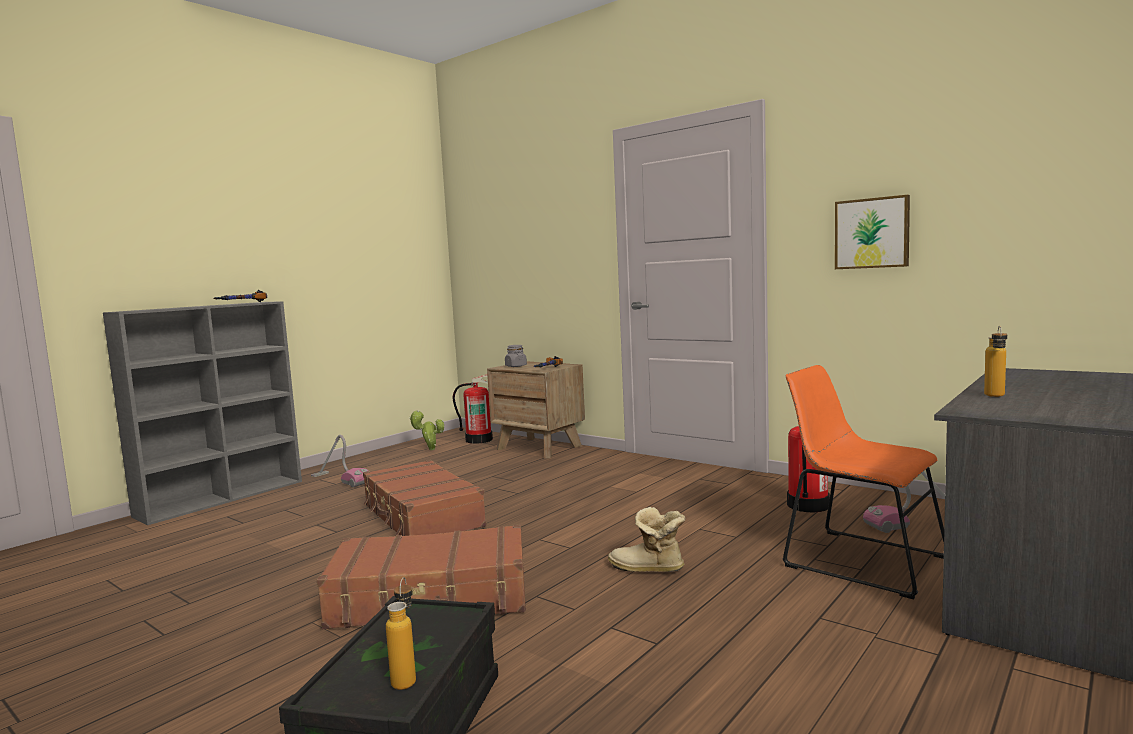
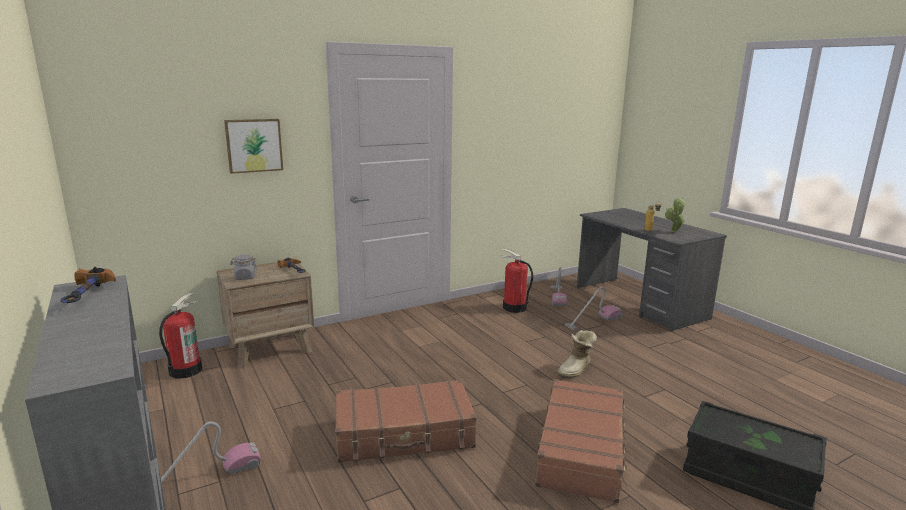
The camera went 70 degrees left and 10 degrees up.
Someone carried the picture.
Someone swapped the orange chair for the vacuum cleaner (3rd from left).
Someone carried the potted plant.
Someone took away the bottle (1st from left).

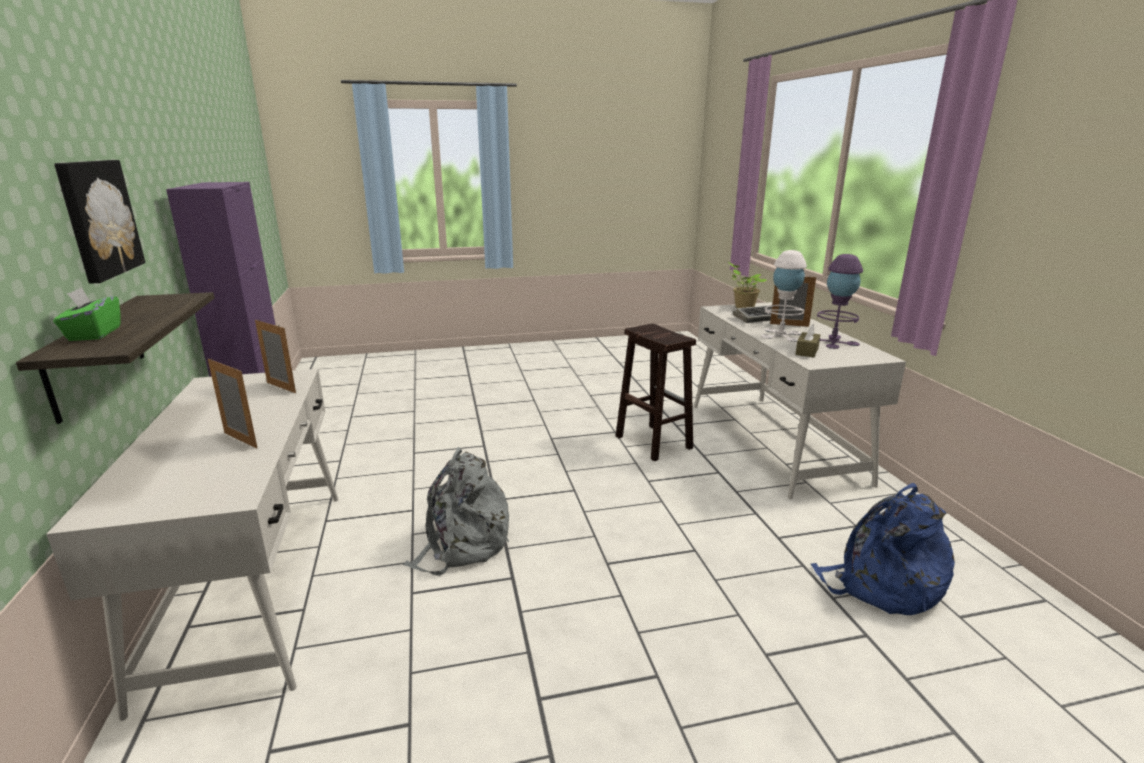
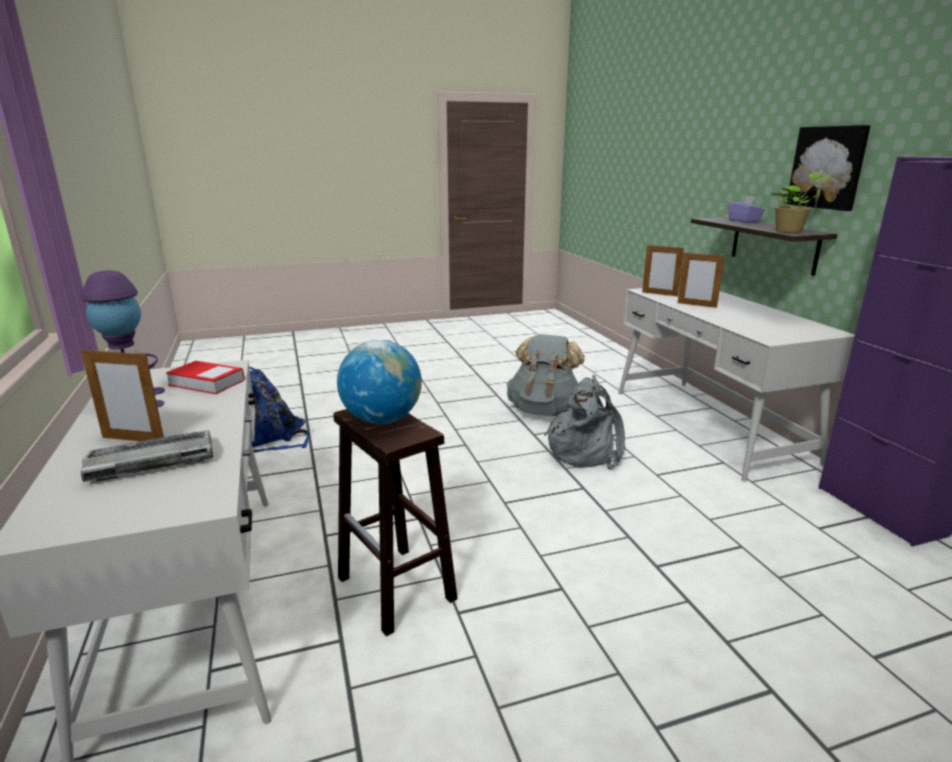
The camera went 175 degrees right and 0 degrees up.
Someone took away the white table lamp.
Someone carried the potted plant.
Someone repainted the green tissue box, which became the purple tissue box.
Someone carried the picture frame (2nd from left).
Someone swapped the brown tissue box for the book.
Someone put down the grey backpack (1st from left).
Someone put down the globe.

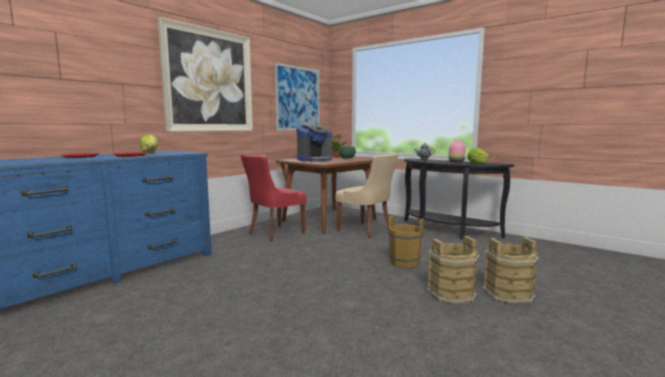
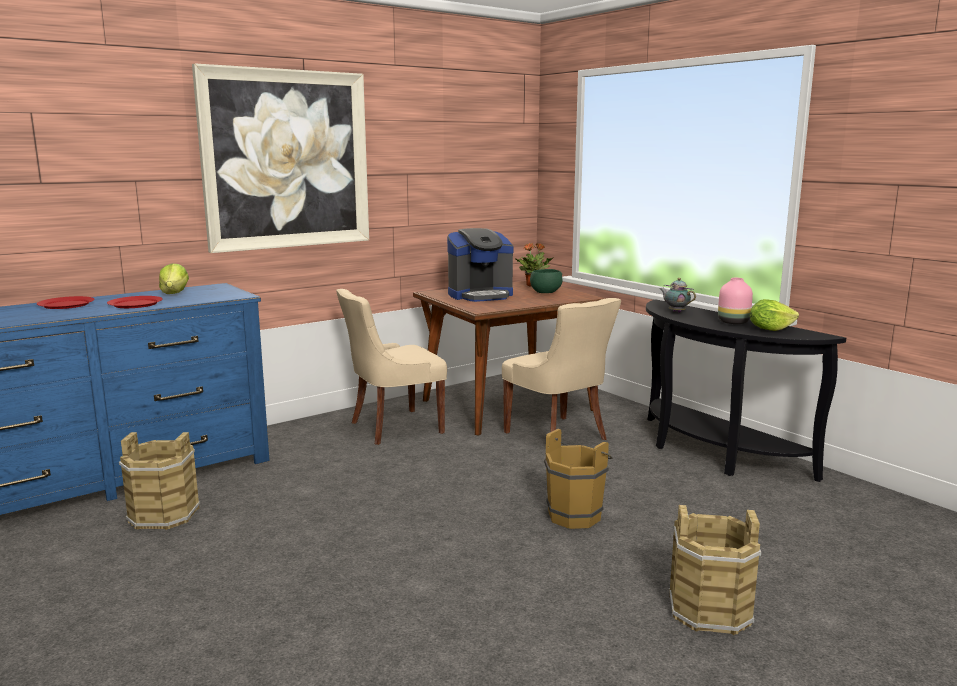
The camera went 15 degrees right and 5 degrees up.
Someone took away the picture (2nd from left).
Someone repainted the red chair, which became the beige chair (1st from left).
Someone carried the brown bucket (2nd from left in the first image).

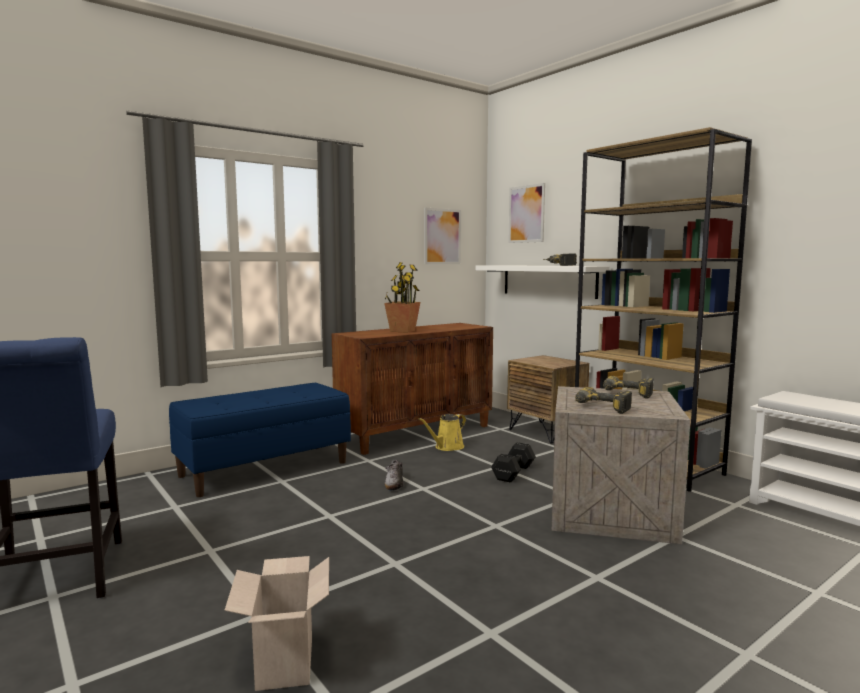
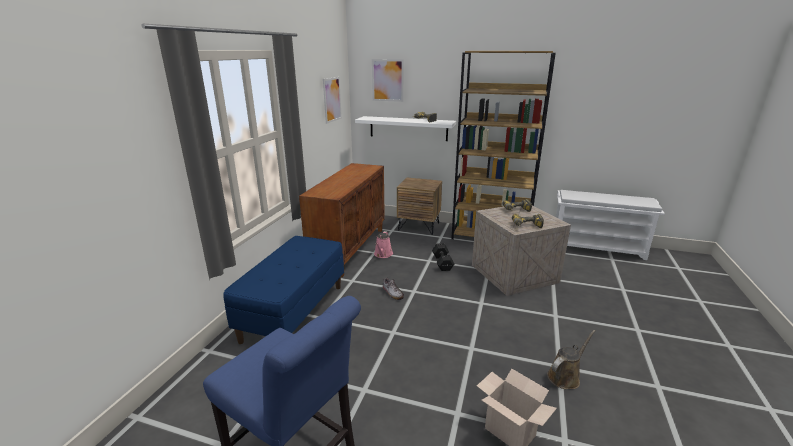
The camera went 35 degrees left and 15 degrees up.
Someone took away the potted plant.
Someone repainted the yellow watering can, which became the pink watering can.
Someone put down the brown watering can.

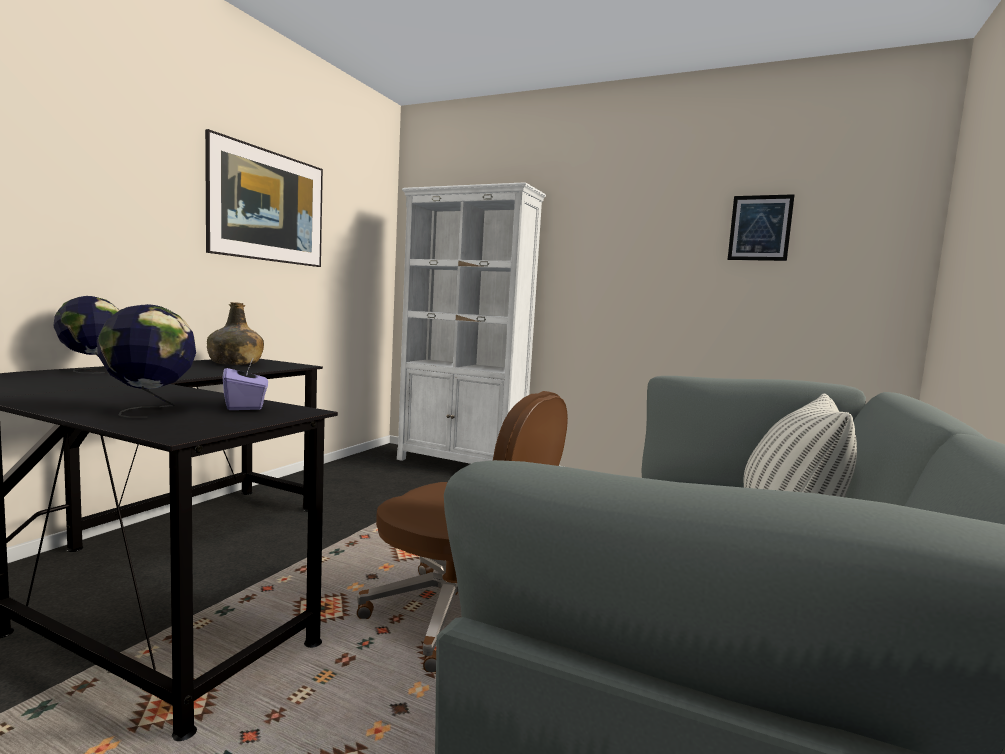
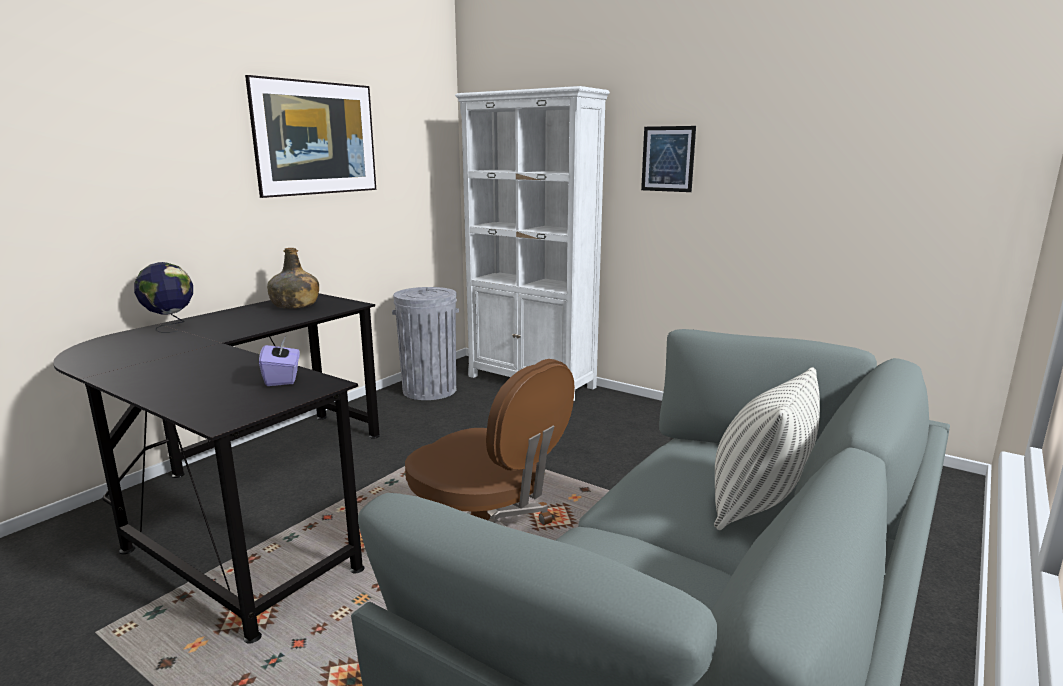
The camera went 10 degrees right and 10 degrees up.
Someone carried the picture (2nd from left).
Someone took away the globe (2nd from left).
Someone put down the grey trash can.

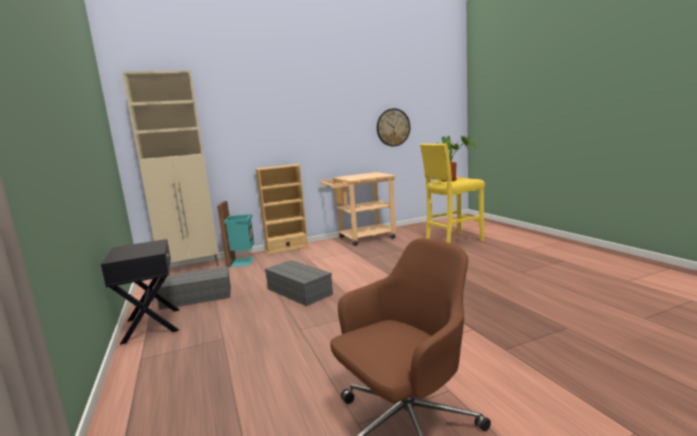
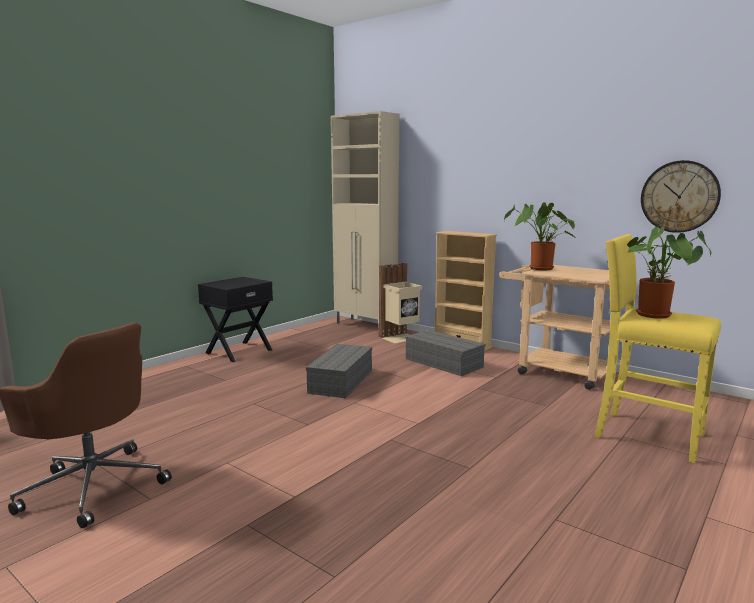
The camera went 60 degrees right and 0 degrees up.
Someone repainted the turquoise trash can, which became the beige trash can.
Someone carried the grey storage box (1st from left in the first image).
Someone put down the potted plant (1st from left).

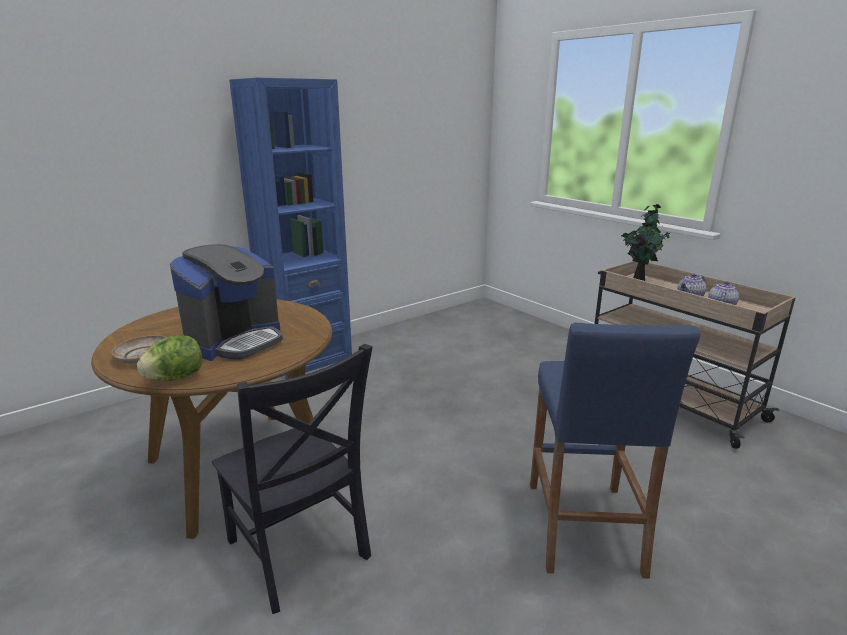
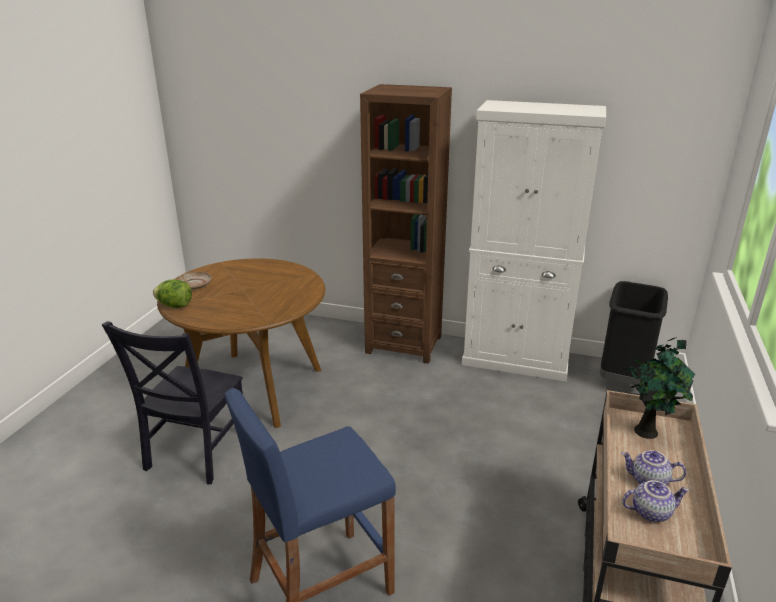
The camera went 55 degrees right and 5 degrees up.
Someone repainted the blue bookcase, which became the brown bookcase.
Someone took away the coffee machine.
Someone put down the white cabinet.
Someone put down the black trash can.

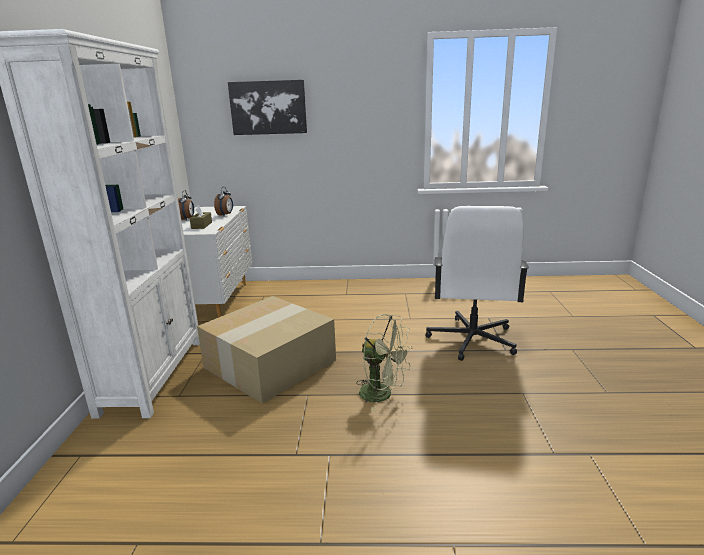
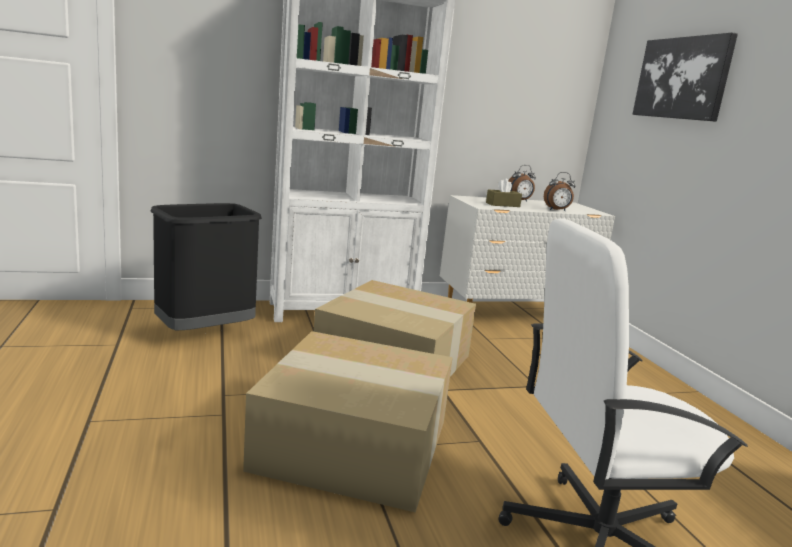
The camera went 70 degrees right and 5 degrees down.
Someone swapped the green fan for the cardboard box (1st from left).
Someone put down the black trash can.

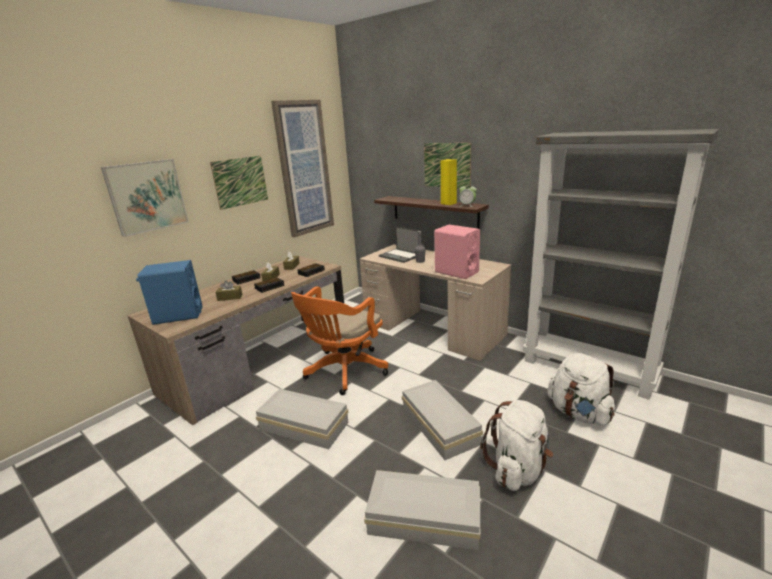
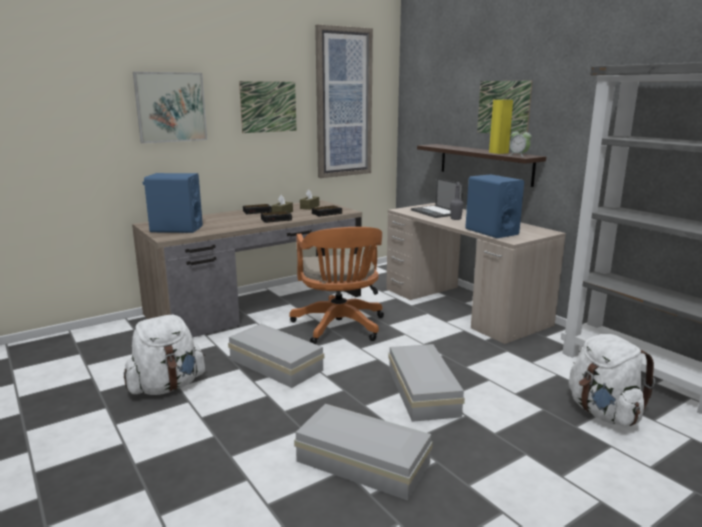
The camera went 15 degrees right and 5 degrees down.
Someone repainted the pink speaker, which became the blue speaker (2nd from left).
Someone took away the brown tissue box (1st from left).
Someone rotated the orange office chair by 60 degrees counterclockwise.
Someone carried the white backpack (1st from left).

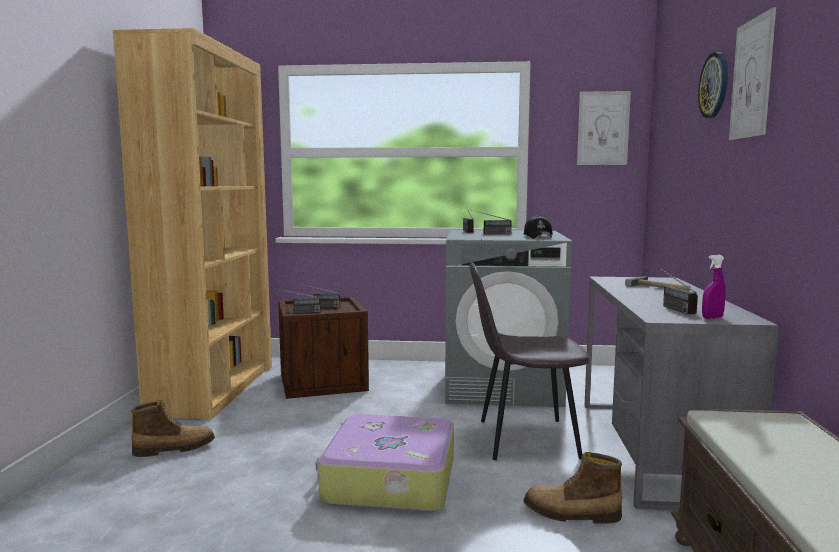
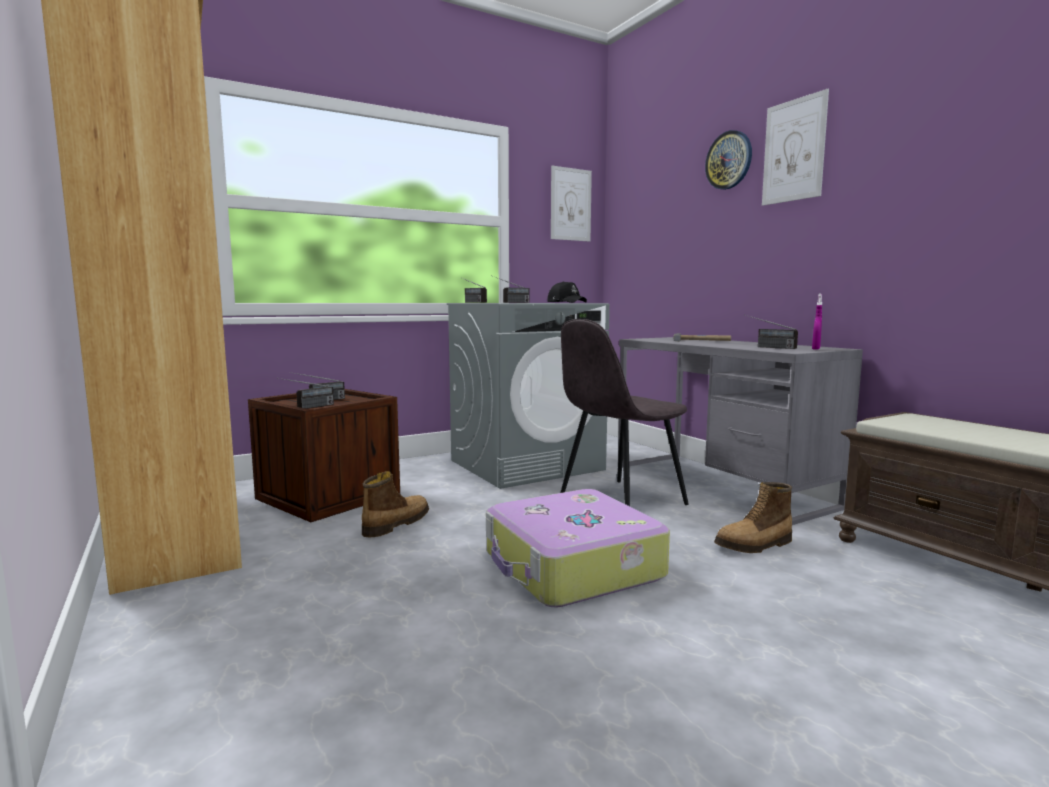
The camera went 35 degrees left and 0 degrees up.
Someone carried the boot (1st from left).

